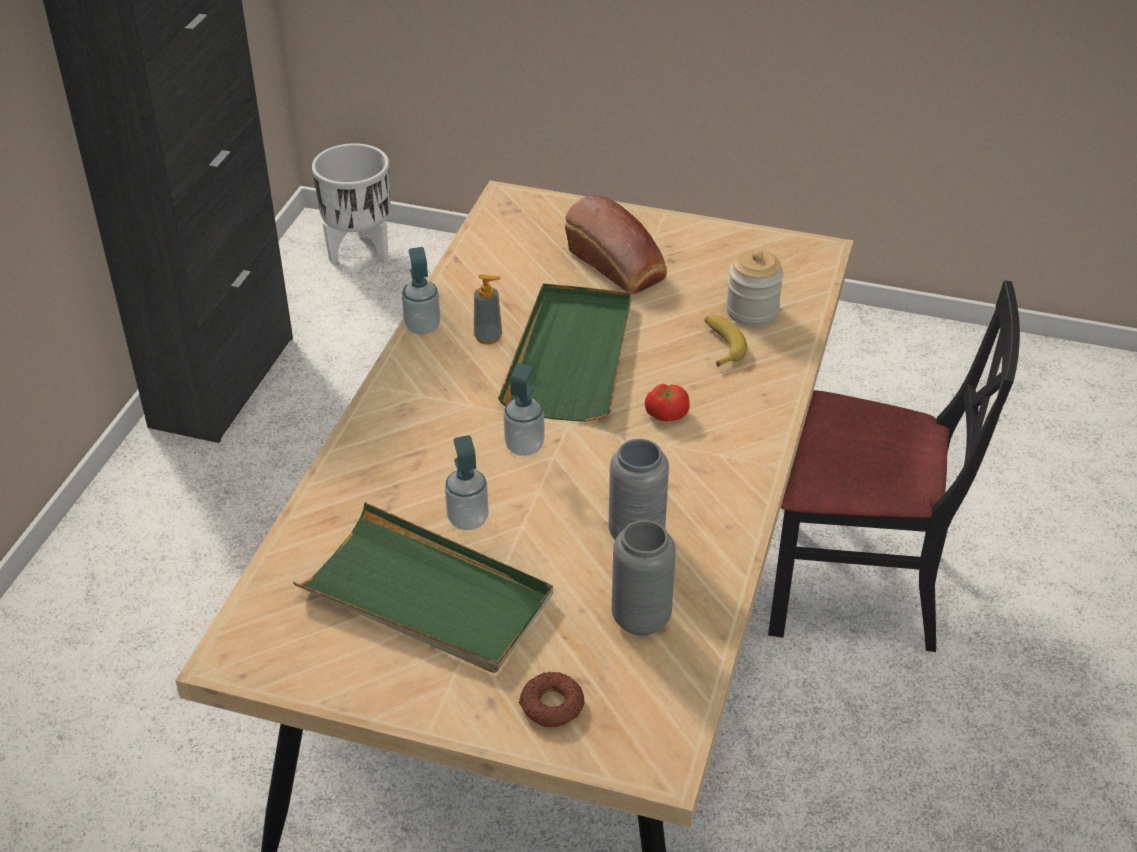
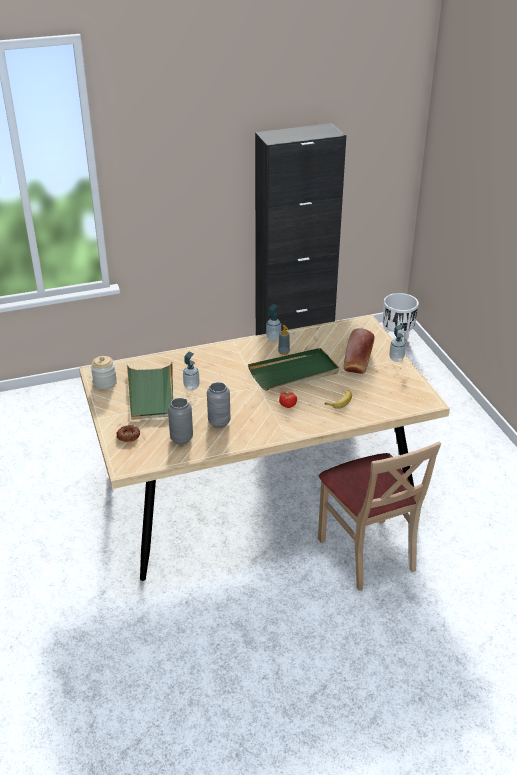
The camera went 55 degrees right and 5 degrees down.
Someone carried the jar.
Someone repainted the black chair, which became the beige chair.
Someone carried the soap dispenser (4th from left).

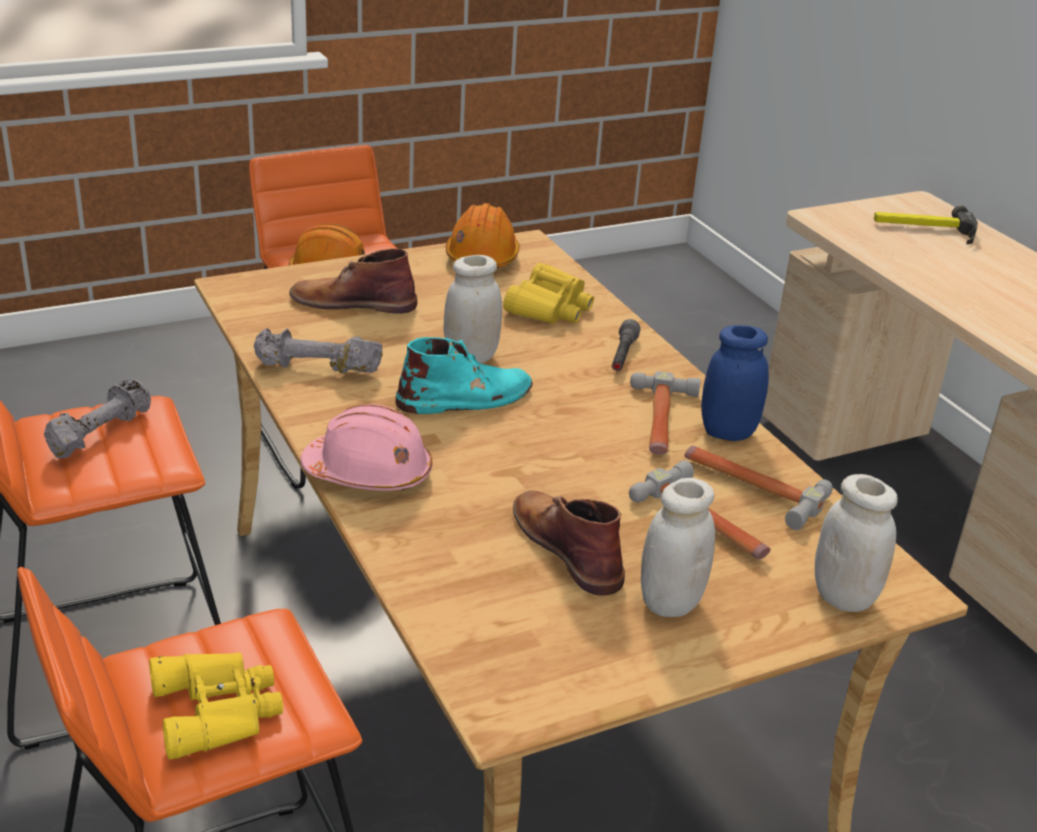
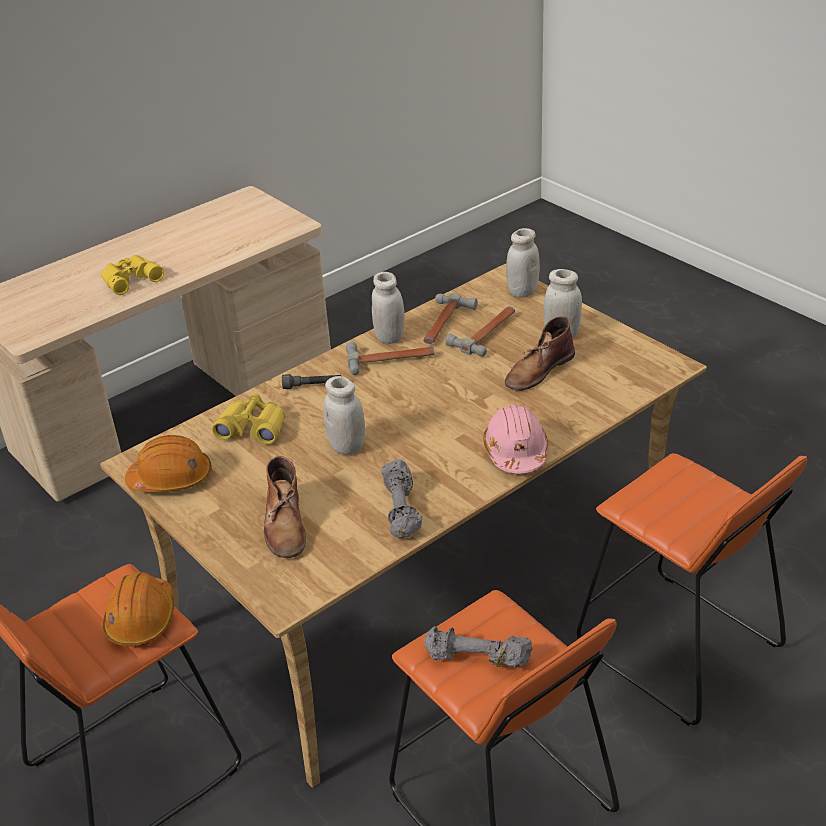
The camera went 100 degrees left and 5 degrees up.
Someone took away the hammer (4th from left).
Someone repainted the blue jar, which became the white jar (2nd from left).
Someone took away the turquoise boot.
Someone carried the yellow binoculars (1st from left).

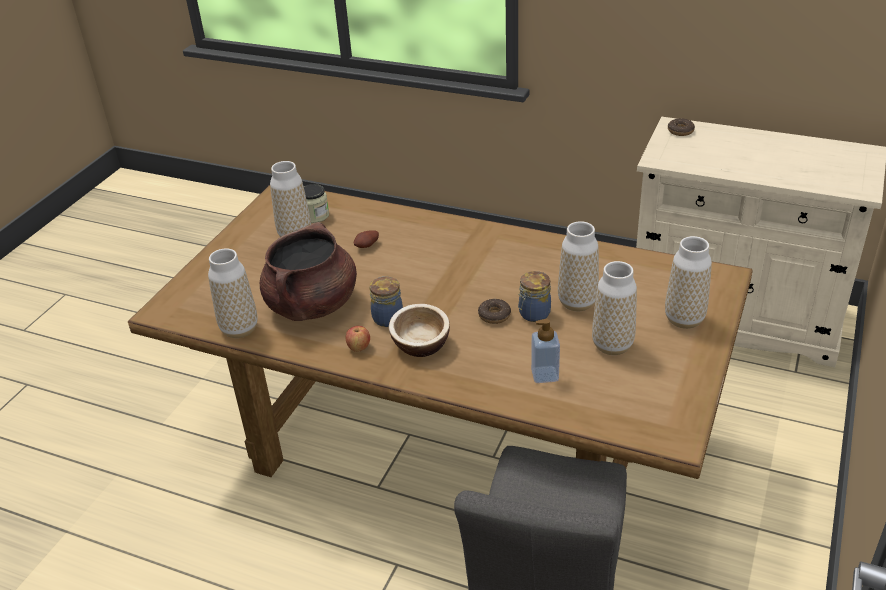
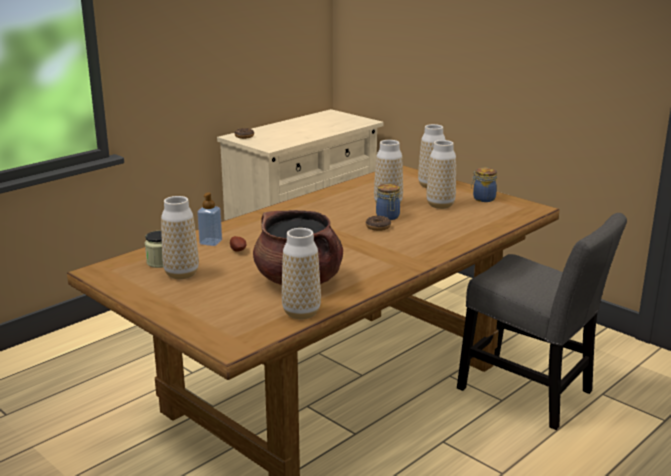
The camera went 70 degrees left and 15 degrees down.
Someone carried the jar (2nd from left in the first image).
Someone took away the bowl.
Someone carried the soap dispenser.
Someone took away the apple.

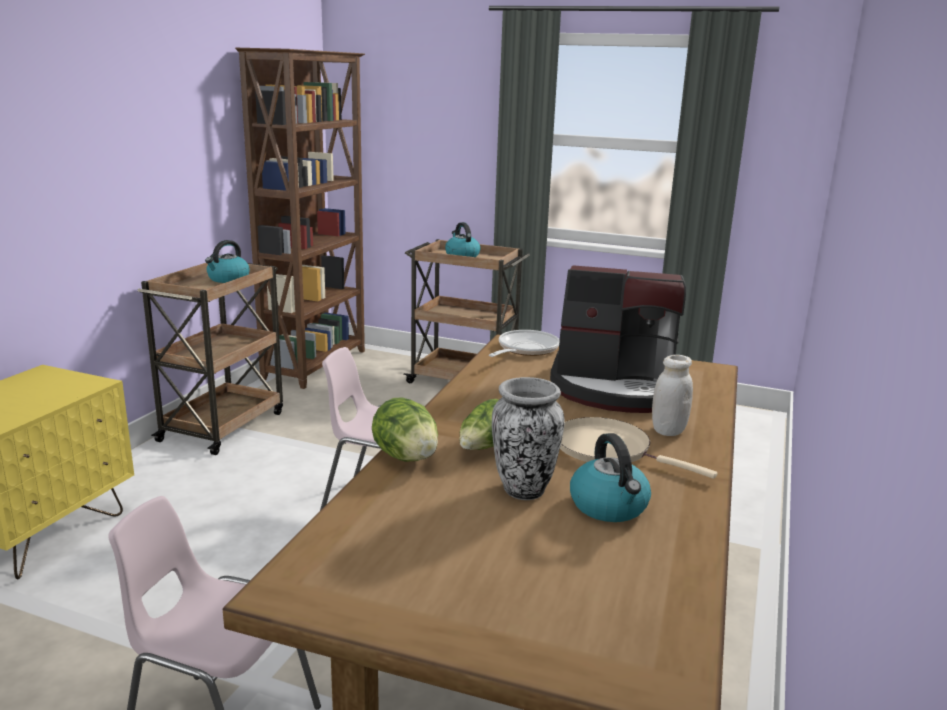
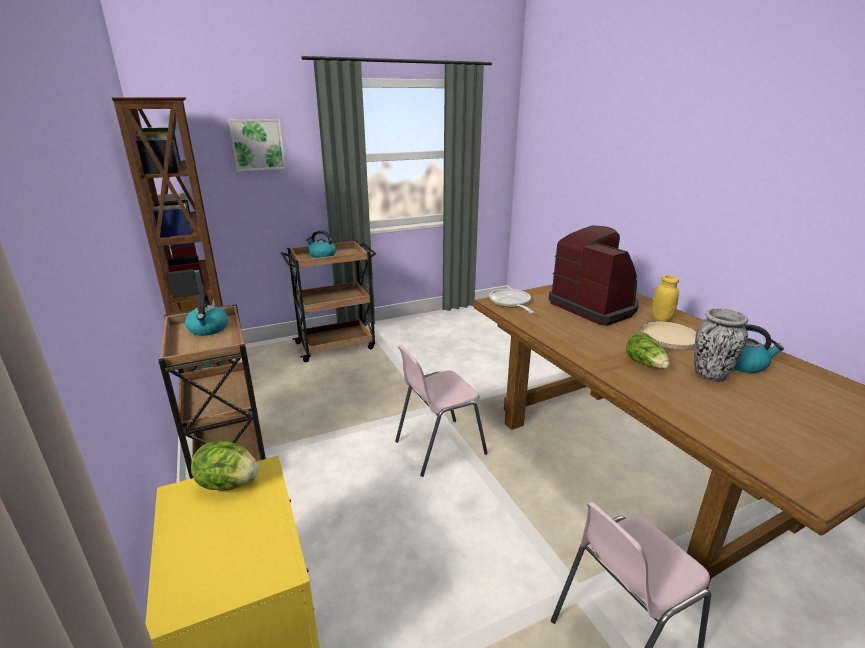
The camera went 45 degrees left and 5 degrees up.
Someone rotated the coffee machine by 90 degrees counterclockwise.
Someone repainted the white jar, which became the yellow jar.
Someone carried the lettuce (1st from left).
Someone put up the picture.

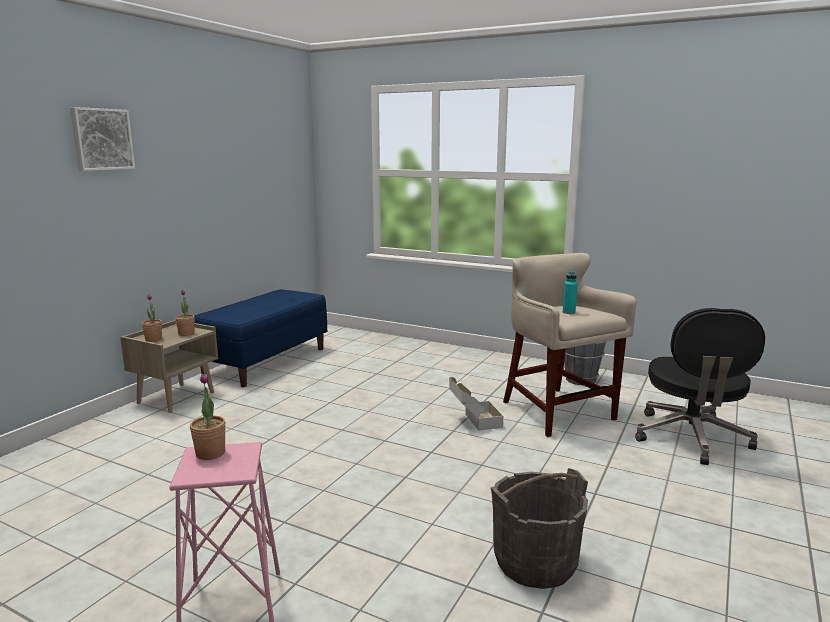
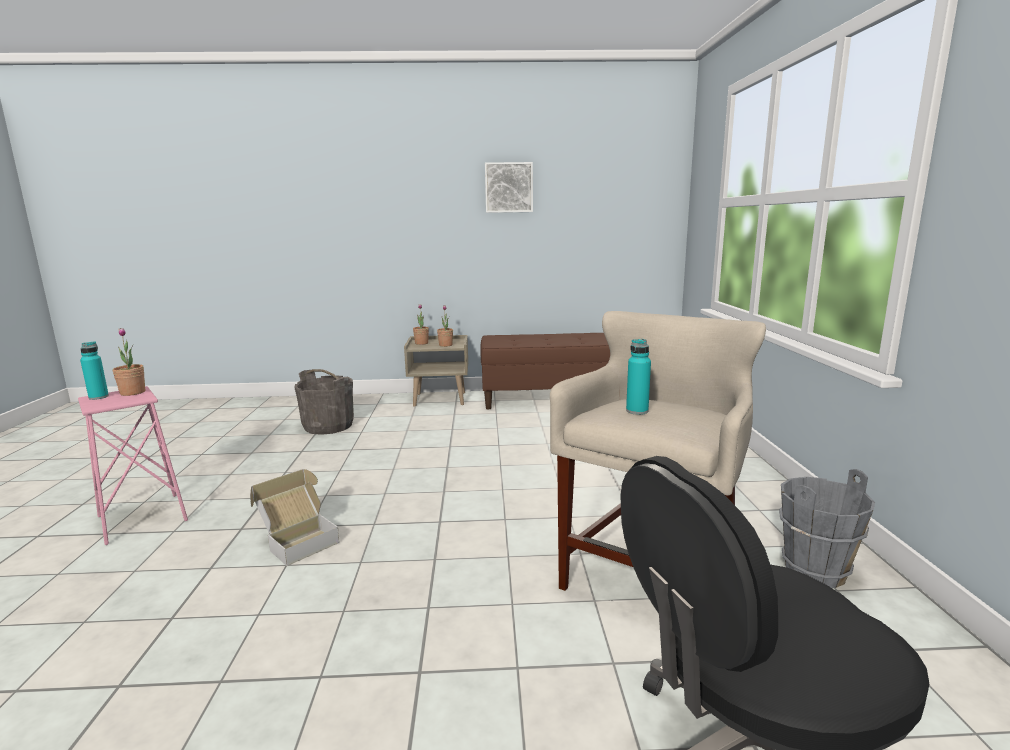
The camera went 60 degrees right and 0 degrees up.
Someone carried the picture.
Someone repainted the blue bench, which became the brown bench.
Someone carried the cardboard box.
Someone carried the grey bucket (1st from left).
Someone put down the turquoise bottle (1st from left).

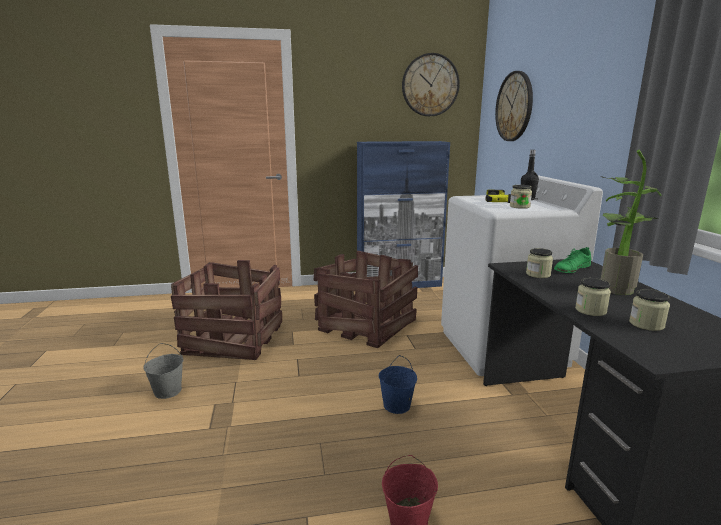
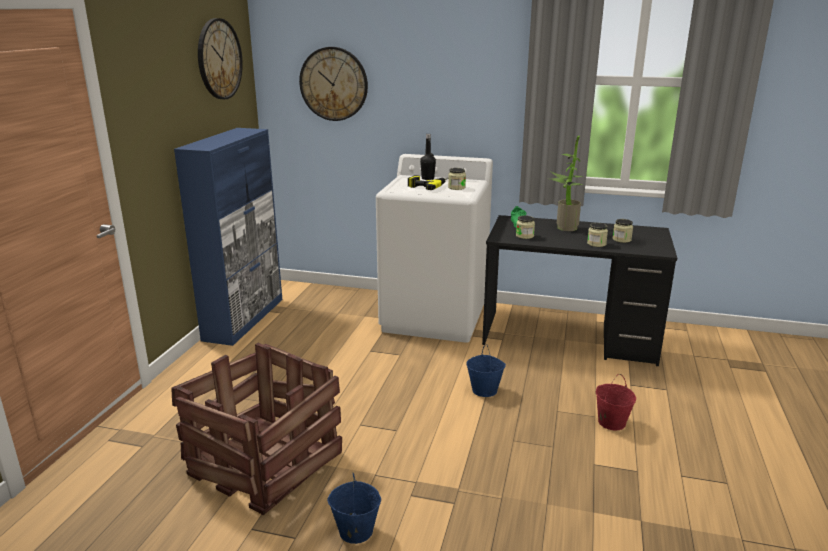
The camera went 65 degrees left and 5 degrees up.
Someone took away the crate (2nd from left).
Someone repainted the grey bucket, which became the blue bucket (1st from left).

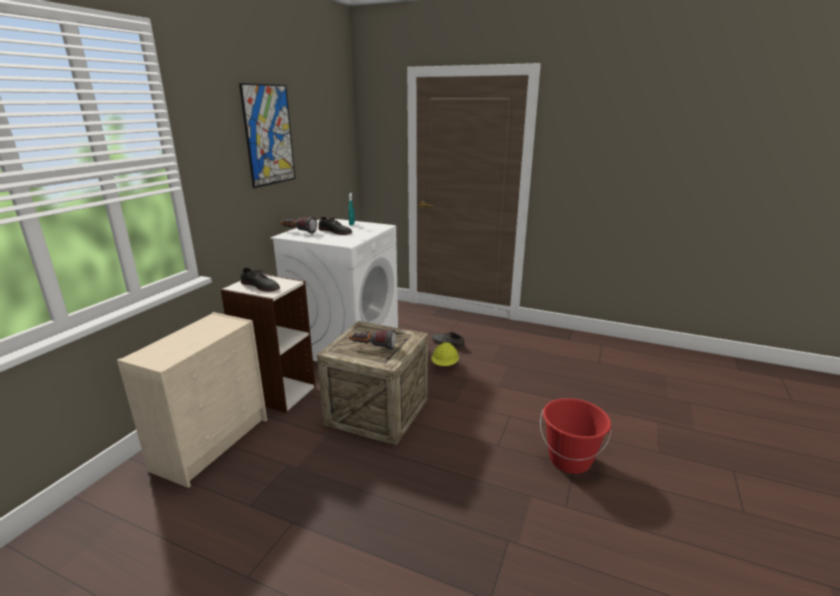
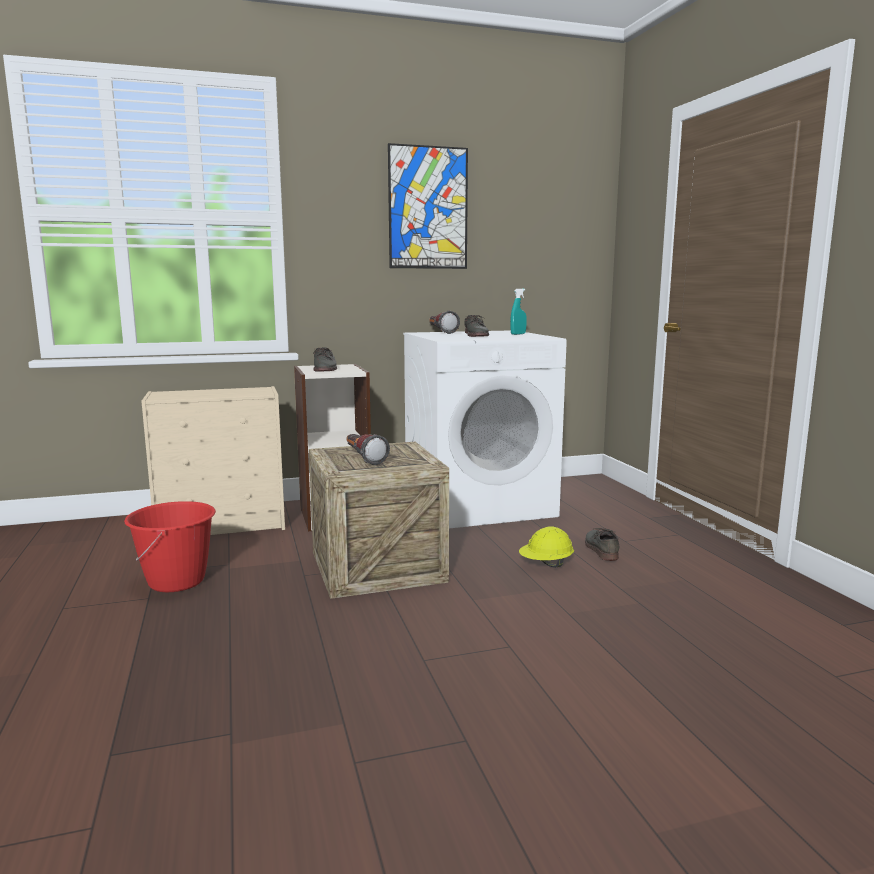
The camera went 50 degrees right and 10 degrees down.
Someone carried the red bucket.

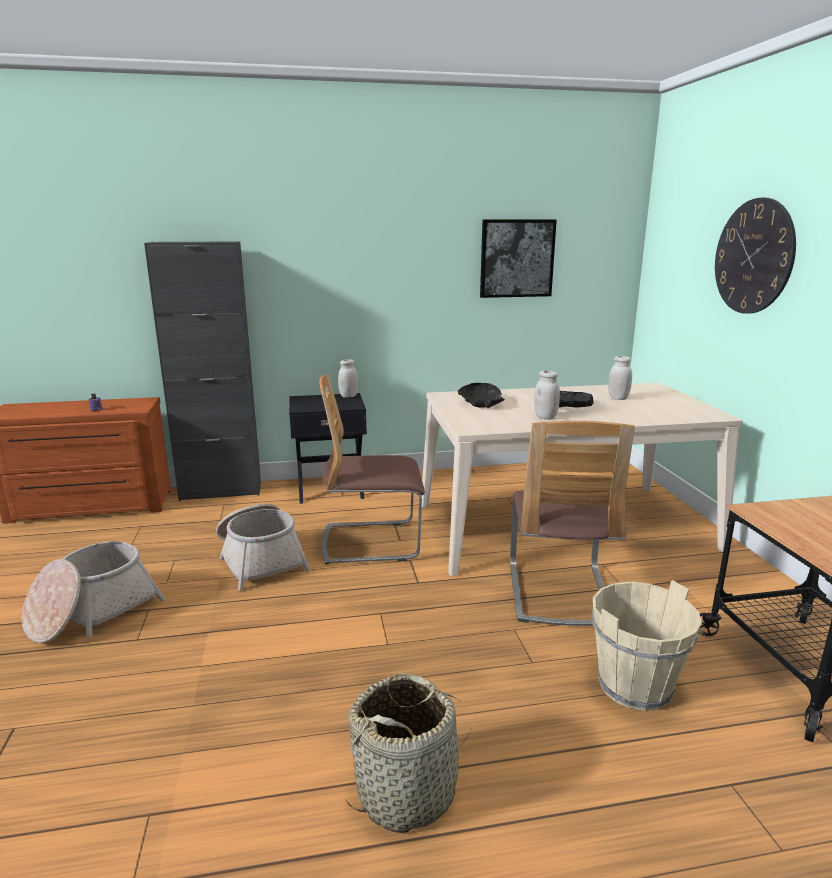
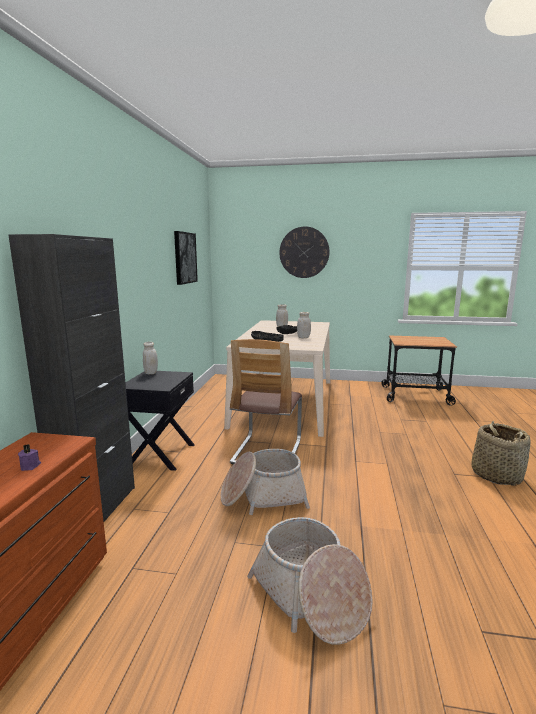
The camera went 70 degrees left and 5 degrees down.
Someone took away the chair (2nd from left).
Someone took away the beige bucket.

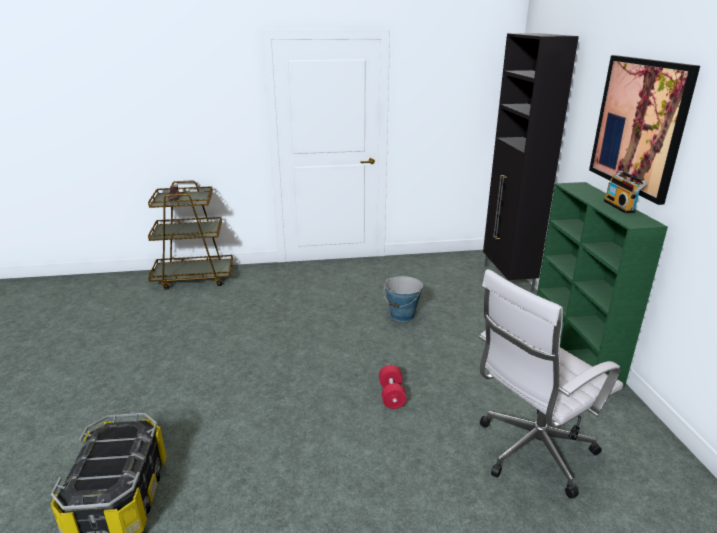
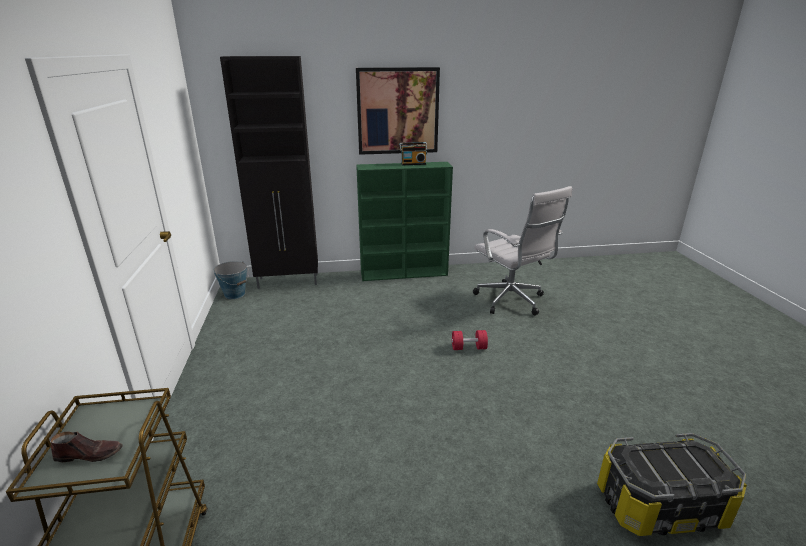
The camera went 90 degrees left and 0 degrees up.
Someone carried the bucket.

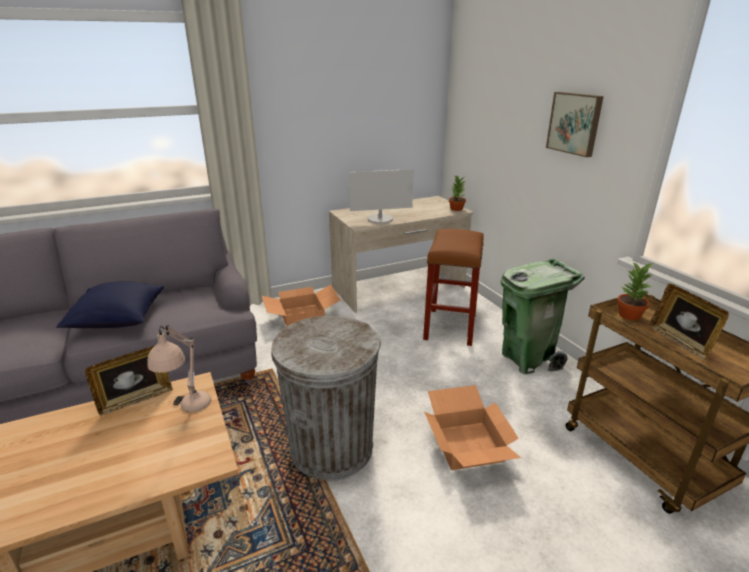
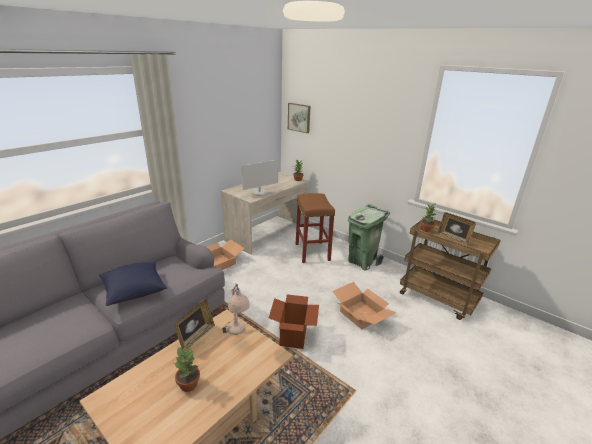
The camera went 25 degrees left and 0 degrees up.
Someone carried the picture.
Someone swapped the grey trash can for the cardboard box (2nd from left).
Someone put down the potted plant (1st from left).

